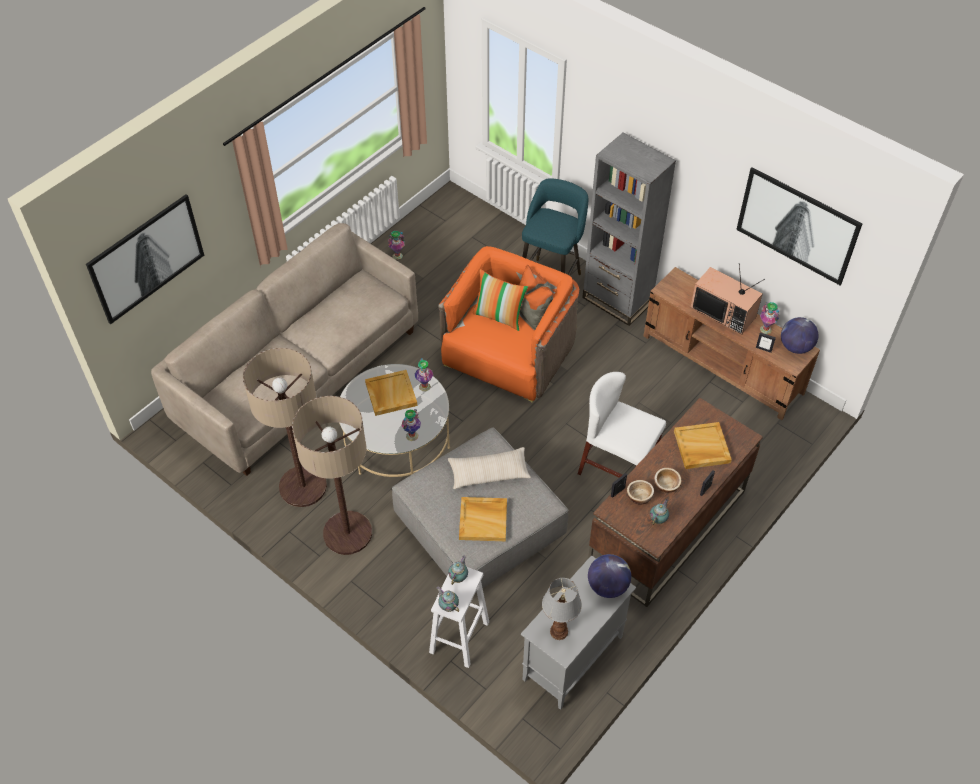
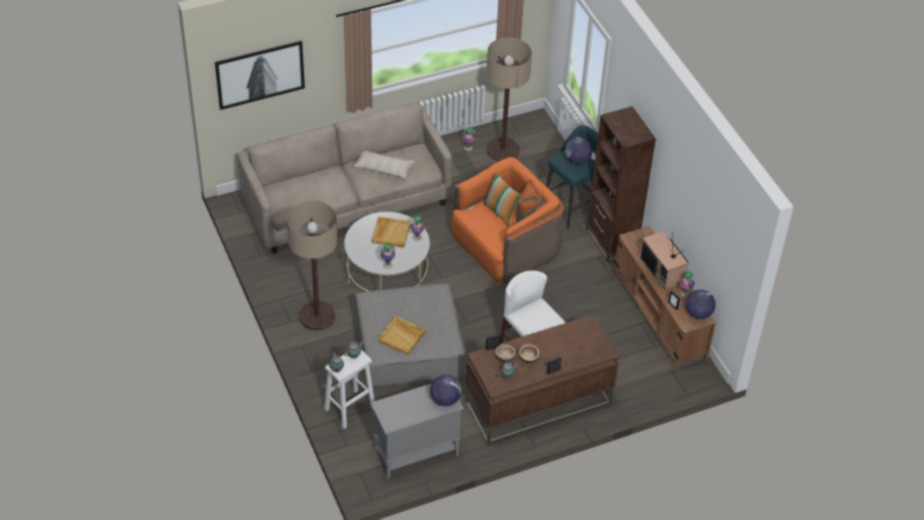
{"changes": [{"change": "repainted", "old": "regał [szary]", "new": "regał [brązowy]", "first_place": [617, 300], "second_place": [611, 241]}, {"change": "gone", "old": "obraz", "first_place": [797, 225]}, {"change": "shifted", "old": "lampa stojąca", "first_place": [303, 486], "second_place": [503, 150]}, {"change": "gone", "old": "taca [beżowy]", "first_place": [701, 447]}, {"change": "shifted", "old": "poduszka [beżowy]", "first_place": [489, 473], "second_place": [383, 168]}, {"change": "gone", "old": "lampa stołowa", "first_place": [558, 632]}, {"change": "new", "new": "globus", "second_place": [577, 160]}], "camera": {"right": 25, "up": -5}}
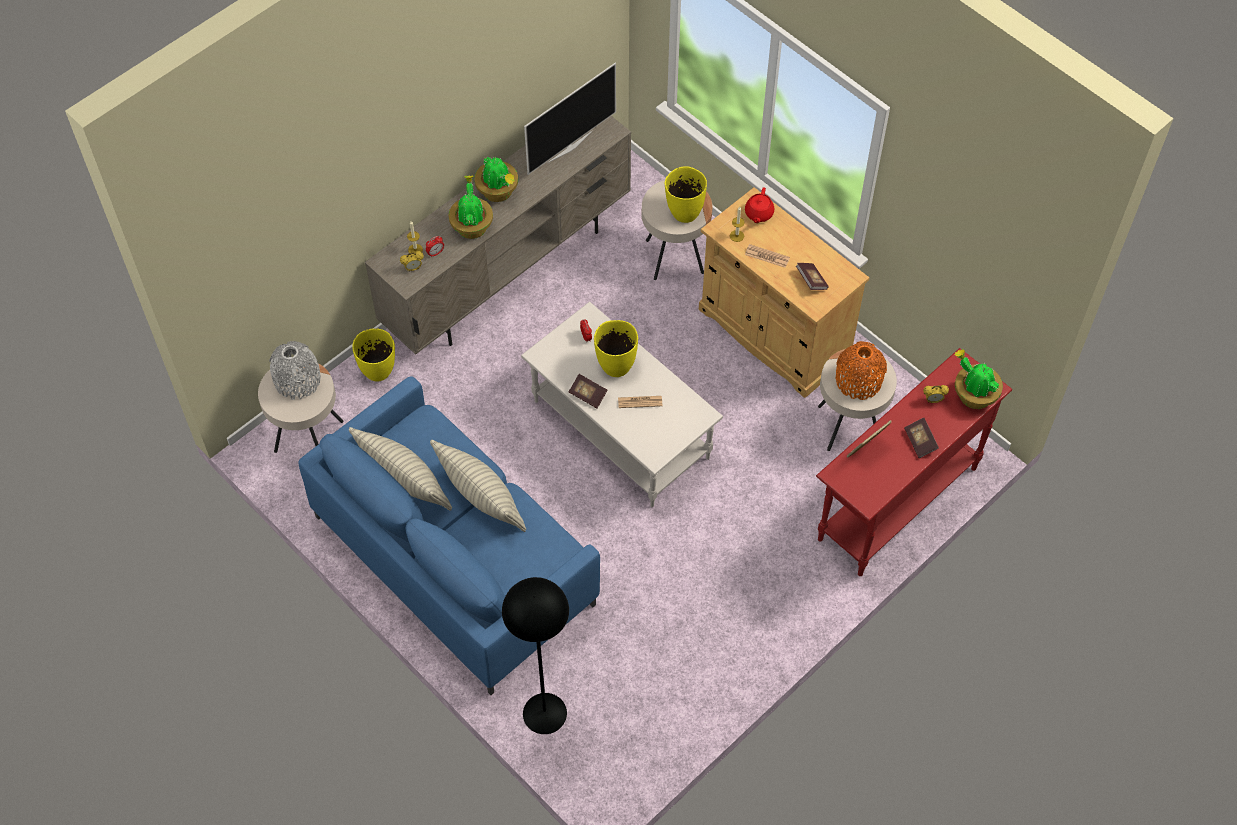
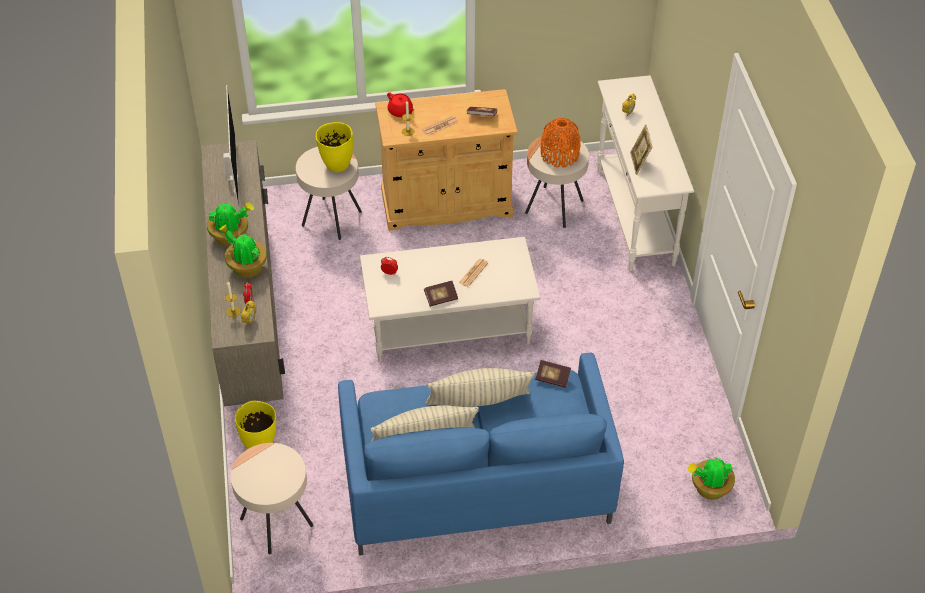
{"changes": [{"change": "gone", "old": "wazon [żółty]", "first_place": [615, 366]}, {"change": "gone", "old": "wazon [szary]", "first_place": [297, 380]}, {"change": "repainted", "old": "stolik konsolowy [czerwony]", "new": "stolik konsolowy [biały]", "first_place": [896, 503], "second_place": [634, 217]}, {"change": "shifted", "old": "roślina doniczkowa", "first_place": [973, 395], "second_place": [709, 489]}, {"change": "shifted", "old": "książka", "first_place": [920, 442], "second_place": [552, 378]}, {"change": "gone", "old": "lampa stojąca [czarny]", "first_place": [544, 713]}], "camera": {"right": -55, "up": -10}}
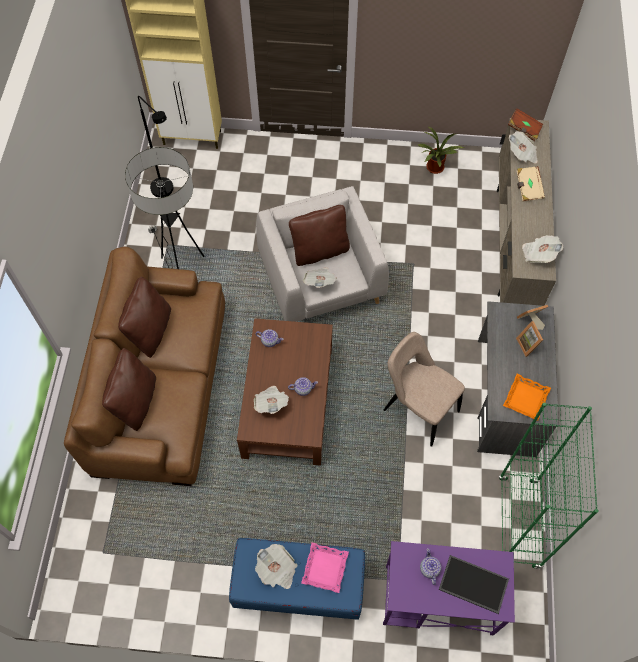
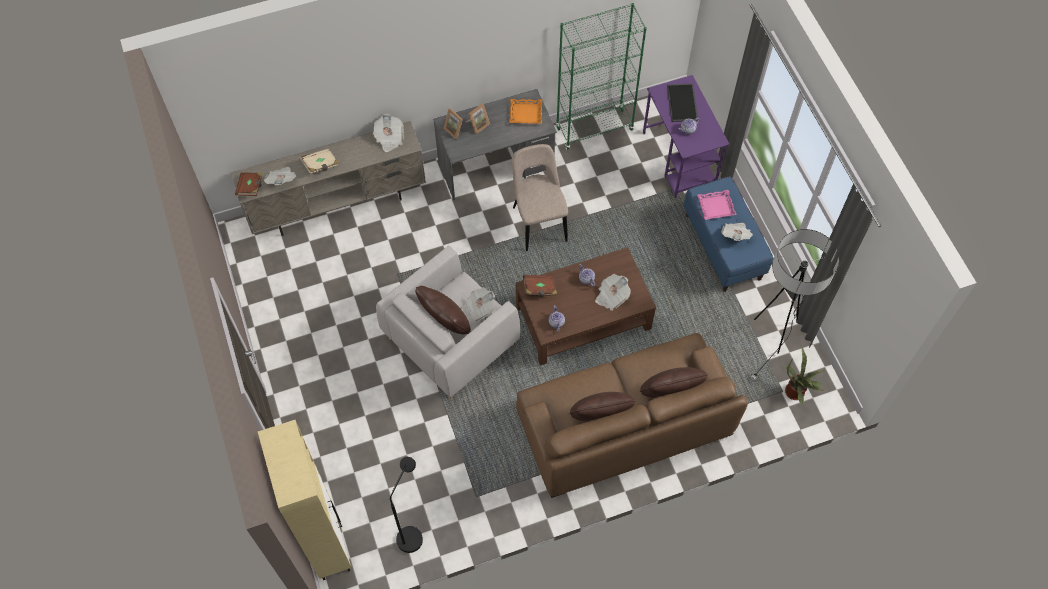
{"changes": [{"change": "shifted", "old": "roślina doniczkowa", "first_place": [434, 169], "second_place": [797, 392]}, {"change": "shifted", "old": "lampa stojąca", "first_place": [181, 267], "second_place": [774, 335]}, {"change": "rotated", "old": "krzesło [beżowy]", "first_place": [418, 409], "second_place": [538, 221], "degrees": 150}, {"change": "new", "new": "książka [brązowy]", "second_place": [539, 289]}], "camera": {"right": -115, "up": 0}}
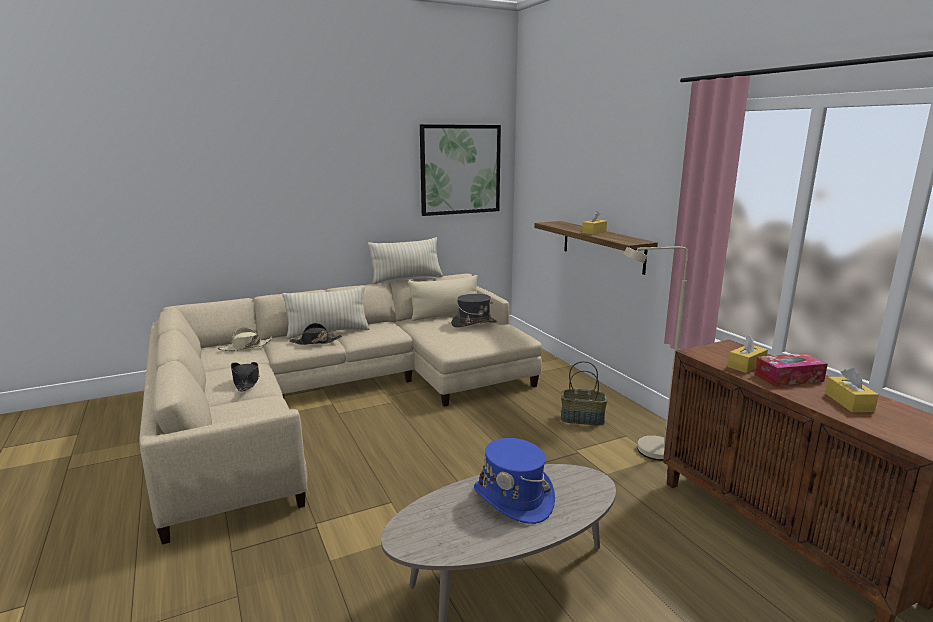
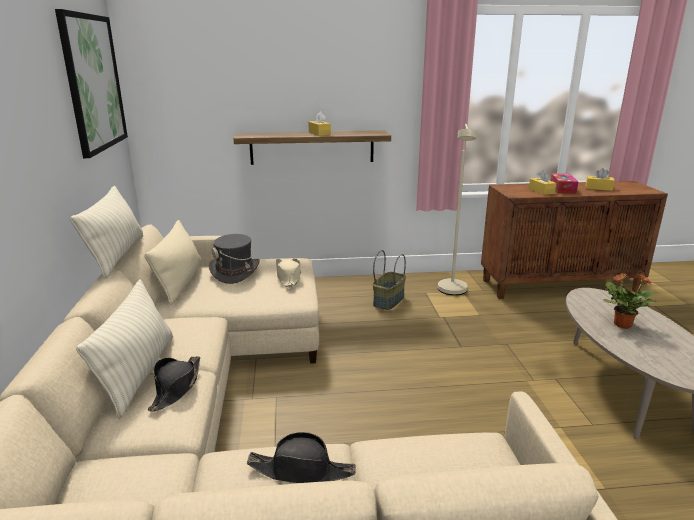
{"changes": [{"change": "shifted", "old": "kapelusz [beżowy]", "first_place": [246, 347], "second_place": [288, 277]}, {"change": "swapped", "old": "kapelusz [niebieski]", "new": "roślina doniczkowa", "first_place": [514, 498], "second_place": [621, 324]}], "camera": {"right": -70, "up": 5}}
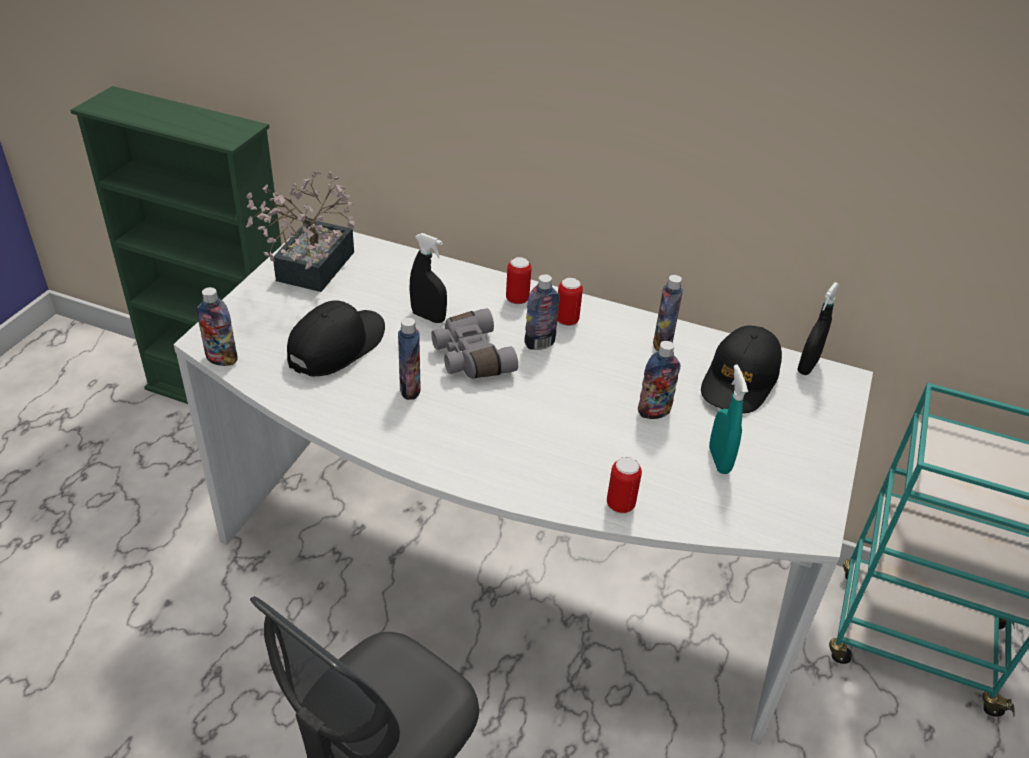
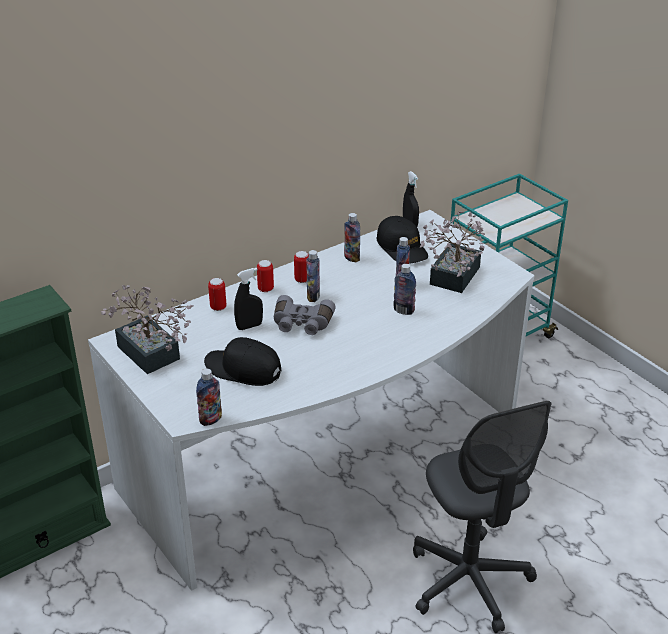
{"changes": [{"change": "rotated", "old": "czapka z daszkiem [czarny]", "first_place": [337, 346], "second_place": [243, 369], "degrees": -45}, {"change": "shifted", "old": "butelka", "first_place": [410, 389], "second_place": [403, 310]}, {"change": "swapped", "old": "spryskiwacz [turkusowy]", "new": "roślina doniczkowa", "first_place": [719, 460], "second_place": [451, 279]}, {"change": "shifted", "old": "puszka", "first_place": [620, 504], "second_place": [218, 307]}], "camera": {"right": -55, "up": -5}}
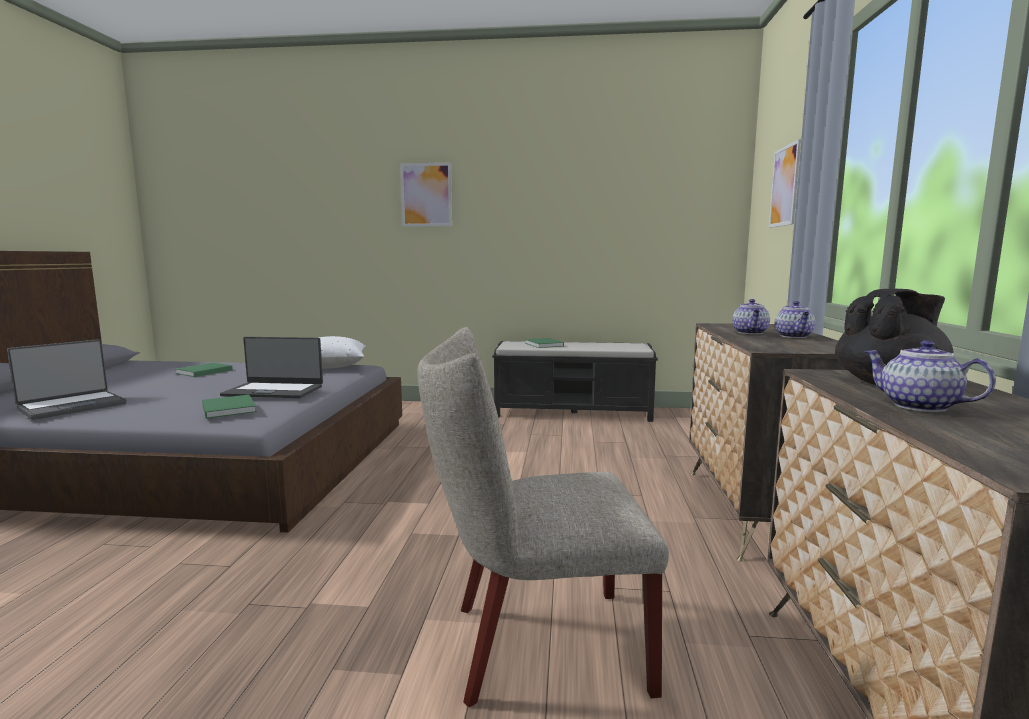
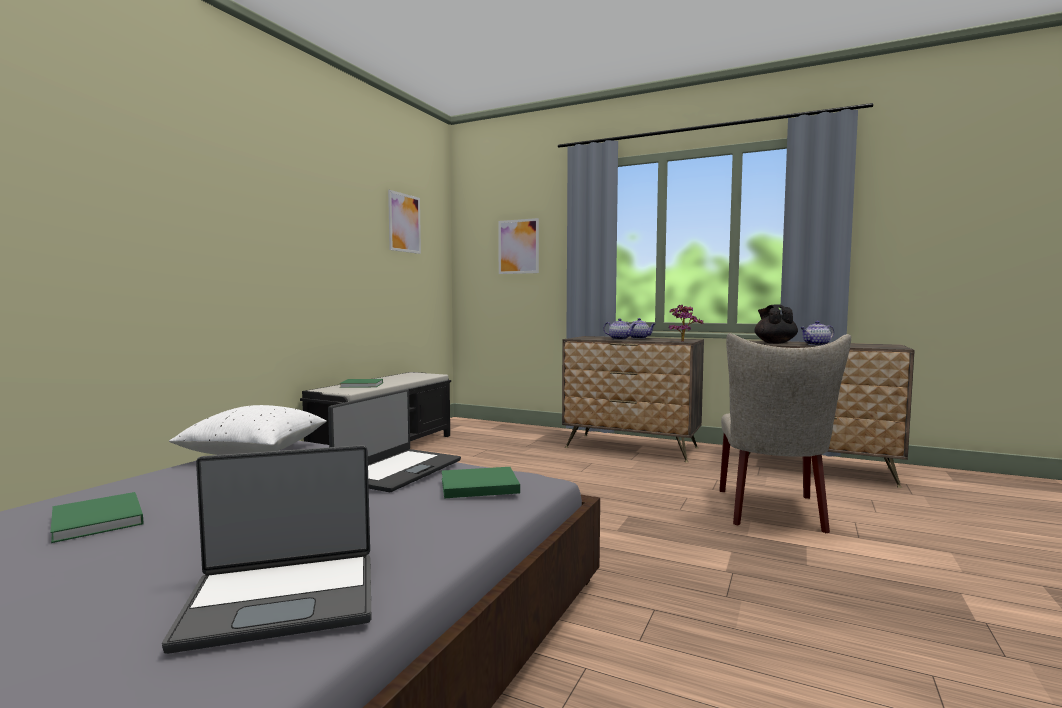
{"changes": [{"change": "shifted", "old": "obraz", "first_place": [426, 195], "second_place": [404, 223]}, {"change": "rotated", "old": "laptop", "first_place": [72, 406], "second_place": [283, 599], "degrees": 105}, {"change": "new", "new": "roślina doniczkowa", "second_place": [682, 341]}], "camera": {"right": -70, "up": -5}}
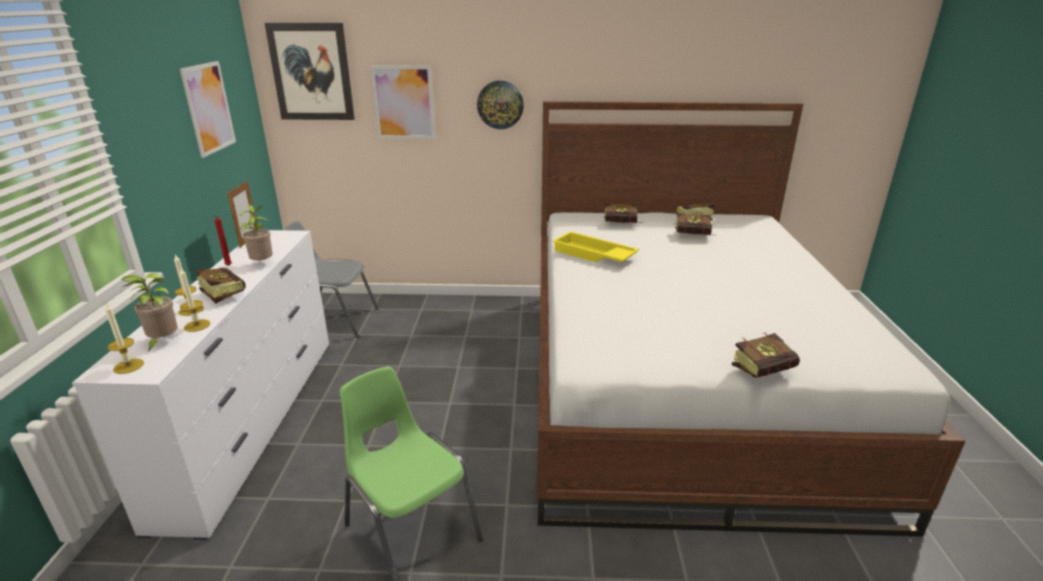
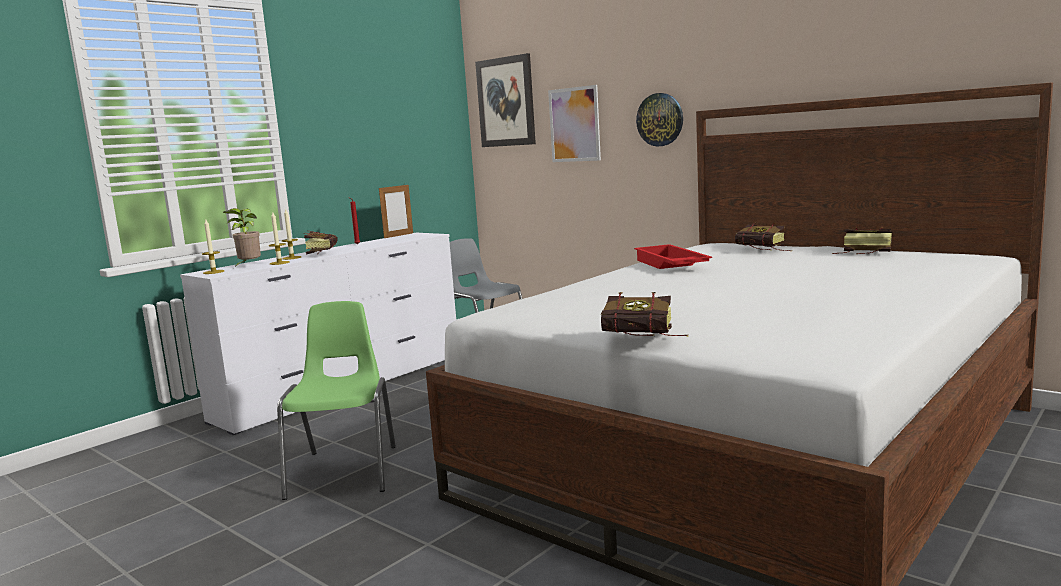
{"changes": [{"change": "gone", "old": "obraz", "first_place": [209, 108]}, {"change": "gone", "old": "roślina doniczkowa", "first_place": [263, 264]}, {"change": "gone", "old": "książka", "first_place": [696, 236]}, {"change": "repainted", "old": "taca [żółty]", "new": "taca [czerwony]", "first_place": [593, 255], "second_place": [669, 265]}], "camera": {"right": 40, "up": -15}}
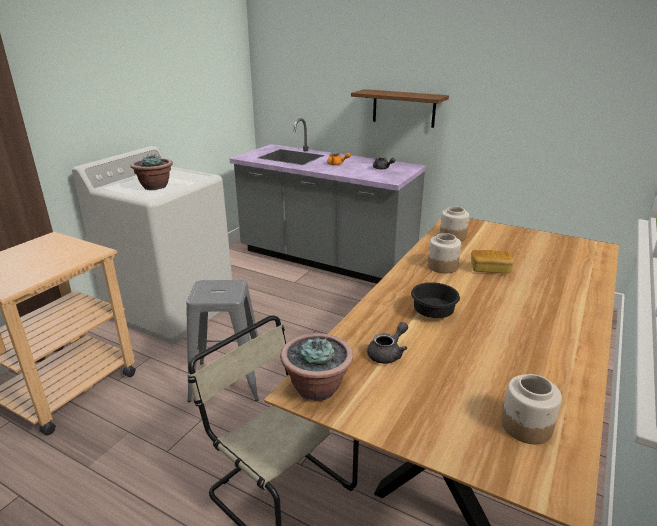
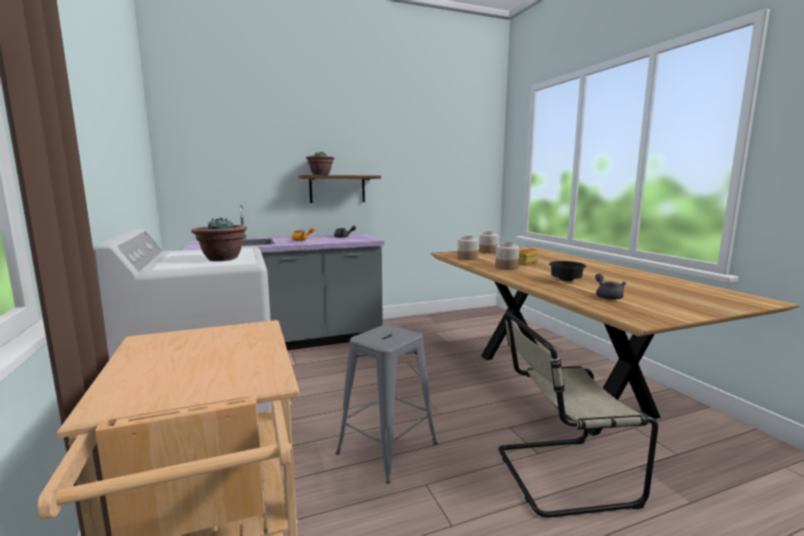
{"changes": [{"change": "shifted", "old": "roślina doniczkowa", "first_place": [317, 388], "second_place": [320, 175]}, {"change": "shifted", "old": "słoik", "first_place": [526, 426], "second_place": [488, 251]}], "camera": {"right": -50, "up": -15}}
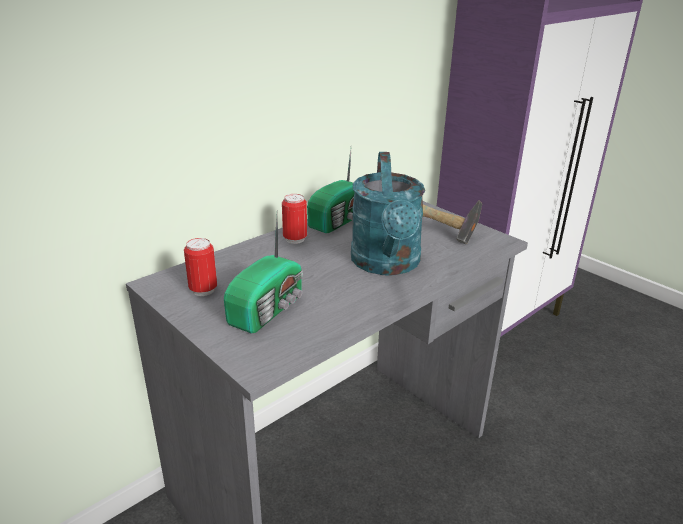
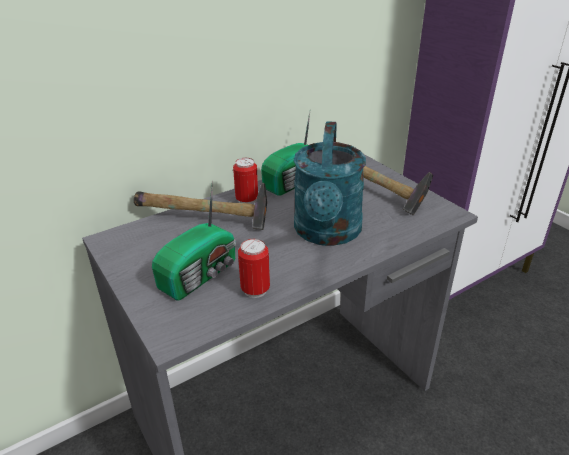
{"changes": [{"change": "shifted", "old": "puszka", "first_place": [203, 290], "second_place": [255, 290]}, {"change": "new", "new": "młotek", "second_place": [205, 219]}], "camera": {"right": 10, "up": 5}}
